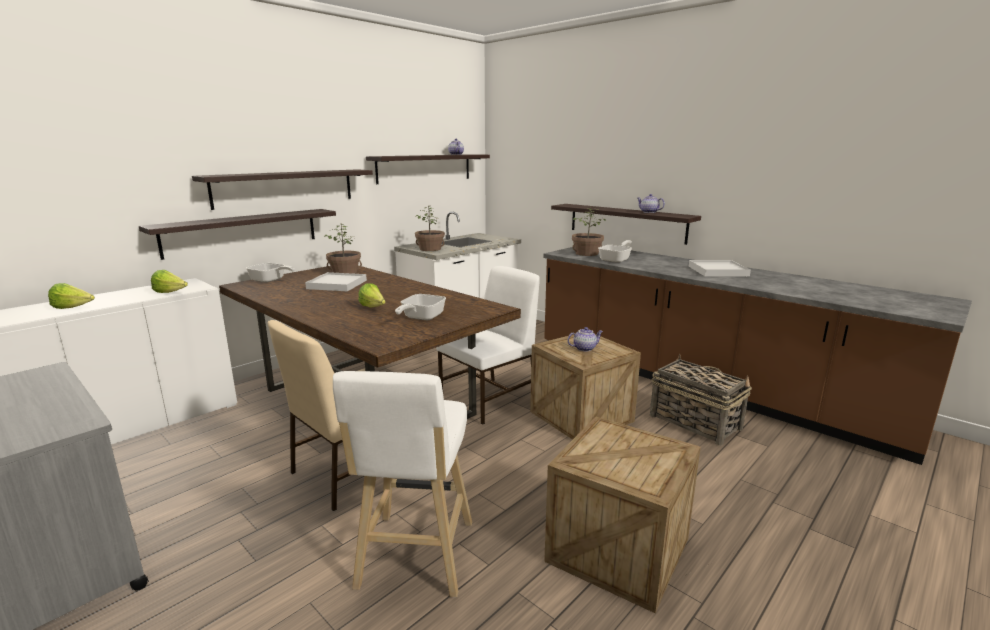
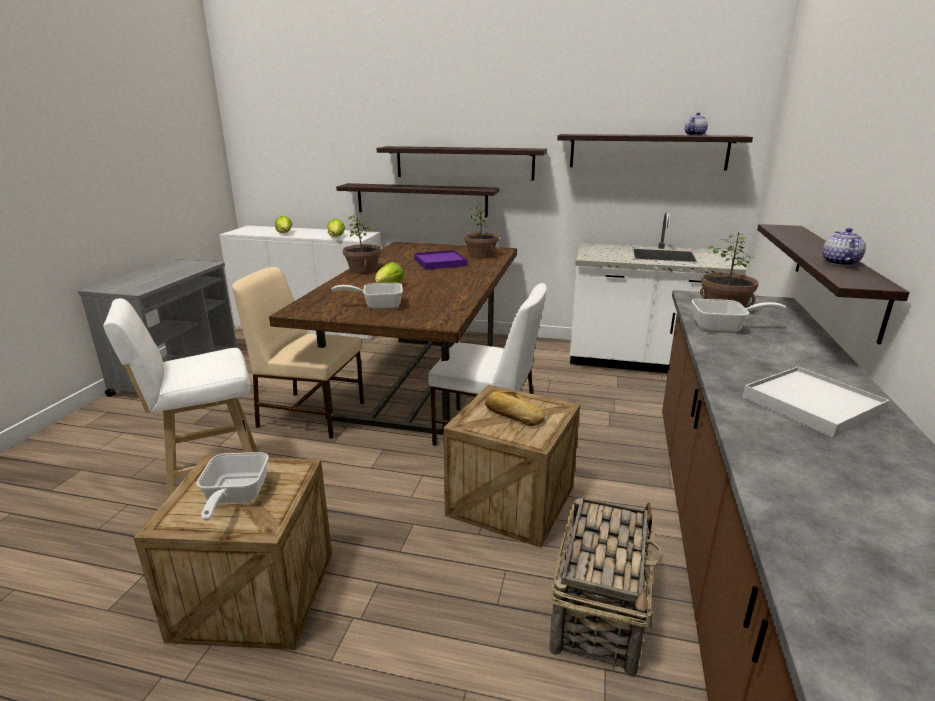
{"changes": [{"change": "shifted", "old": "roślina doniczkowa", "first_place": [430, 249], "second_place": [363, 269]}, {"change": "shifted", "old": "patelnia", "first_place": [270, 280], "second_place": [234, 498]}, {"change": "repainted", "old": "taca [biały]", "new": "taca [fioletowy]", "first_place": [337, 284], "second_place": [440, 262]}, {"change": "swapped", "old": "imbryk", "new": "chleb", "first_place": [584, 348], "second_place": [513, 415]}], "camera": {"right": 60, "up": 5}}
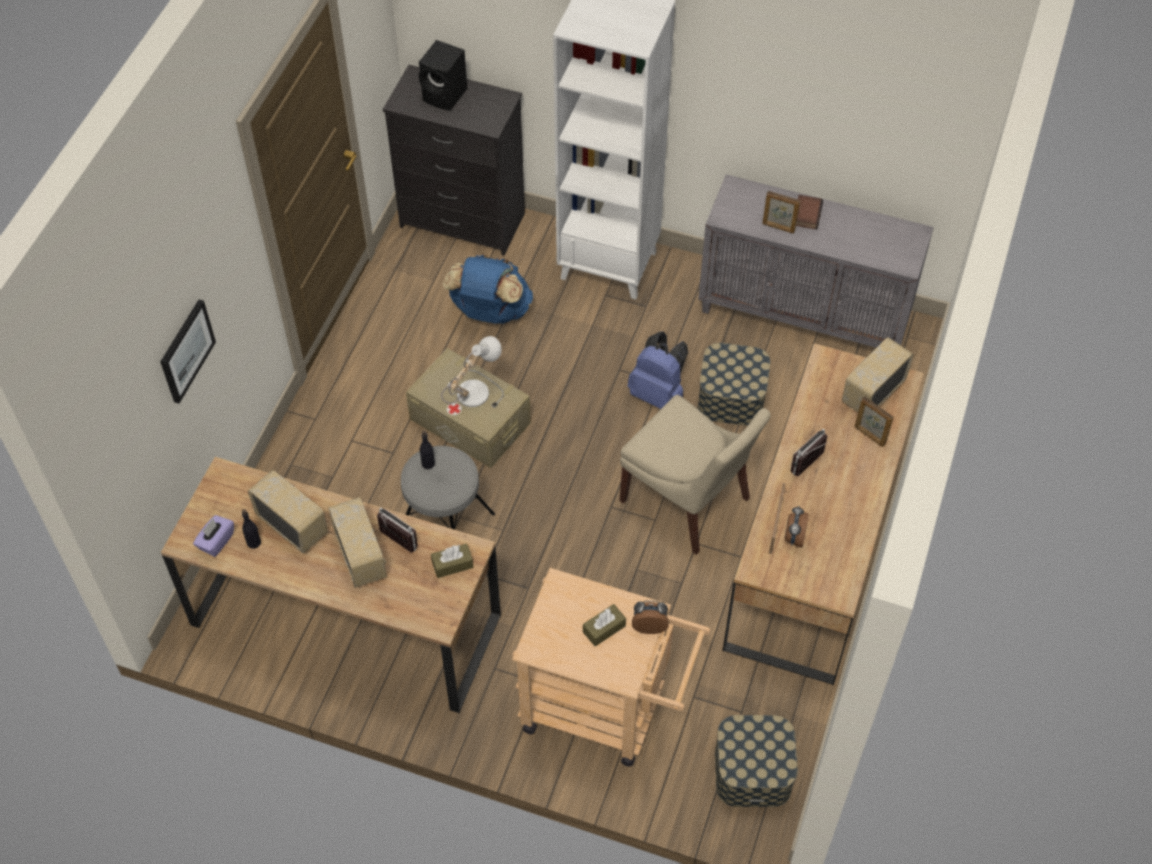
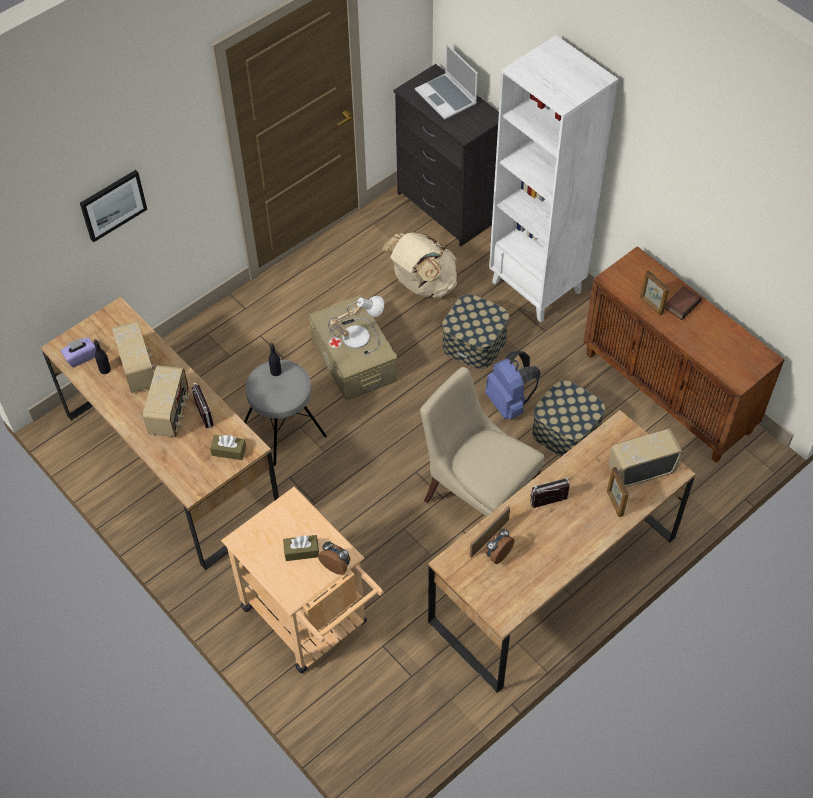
{"changes": [{"change": "swapped", "old": "głośnik [czarny]", "new": "laptop", "first_place": [446, 96], "second_place": [447, 98]}, {"change": "repainted", "old": "szafka [szary]", "new": "szafka [brązowy]", "first_place": [804, 315], "second_place": [669, 392]}, {"change": "repainted", "old": "plecak [niebieski]", "new": "plecak [beżowy]", "first_place": [490, 312], "second_place": [422, 284]}, {"change": "rotated", "old": "krzesło [beżowy]", "first_place": [688, 502], "second_place": [477, 496], "degrees": 150}, {"change": "shifted", "old": "pojemnik do przechowywania", "first_place": [752, 771], "second_place": [474, 342]}], "camera": {"right": 30, "up": 0}}
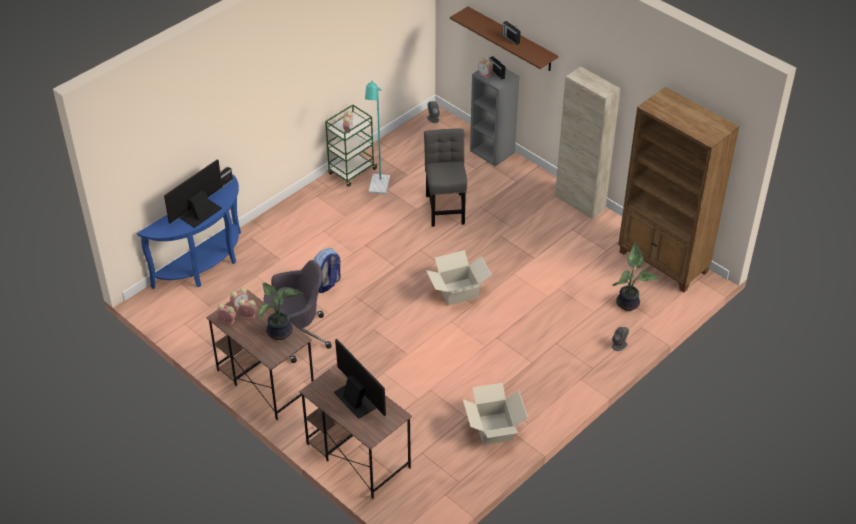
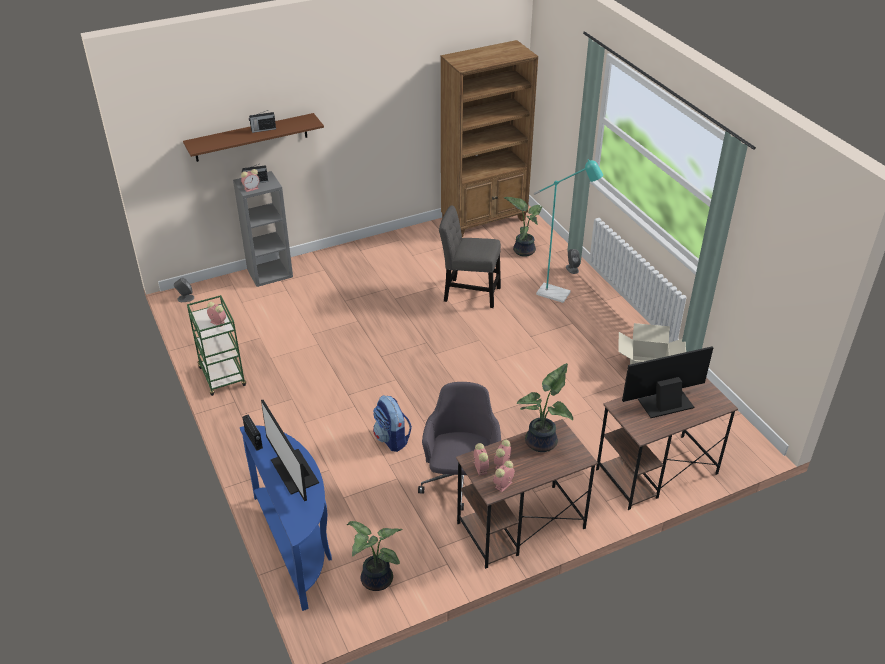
{"changes": [{"change": "gone", "old": "szafka [beżowy]", "first_place": [580, 202]}, {"change": "shifted", "old": "lampa stojąca [turkusowy]", "first_place": [378, 188], "second_place": [559, 295]}, {"change": "shifted", "old": "krzesło [szary]", "first_place": [445, 207], "second_place": [469, 293]}, {"change": "gone", "old": "karton", "first_place": [458, 292]}, {"change": "new", "new": "roślina doniczkowa", "second_place": [374, 580]}], "camera": {"right": -70, "up": -5}}
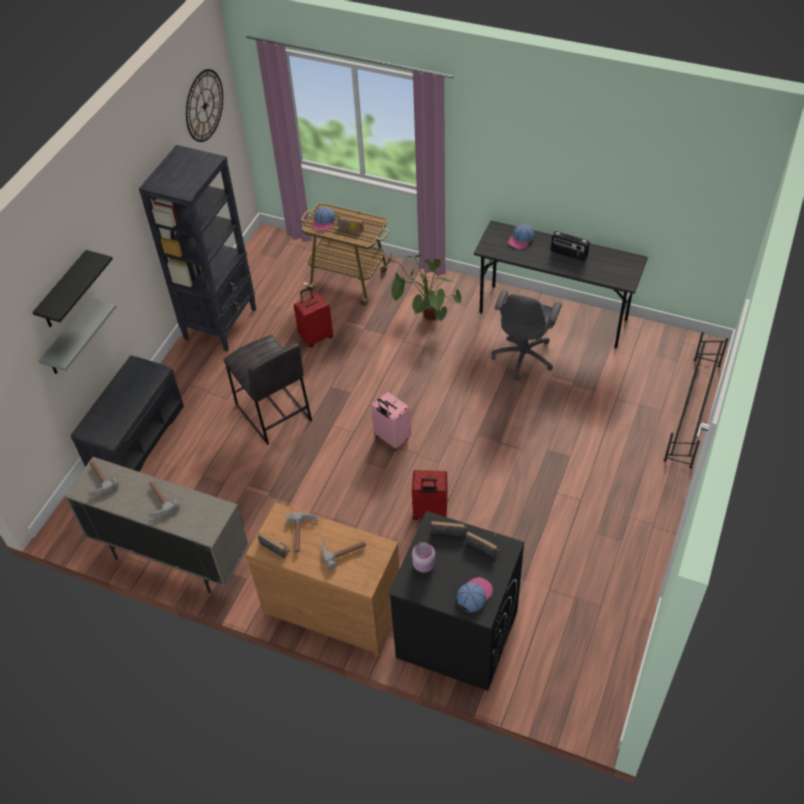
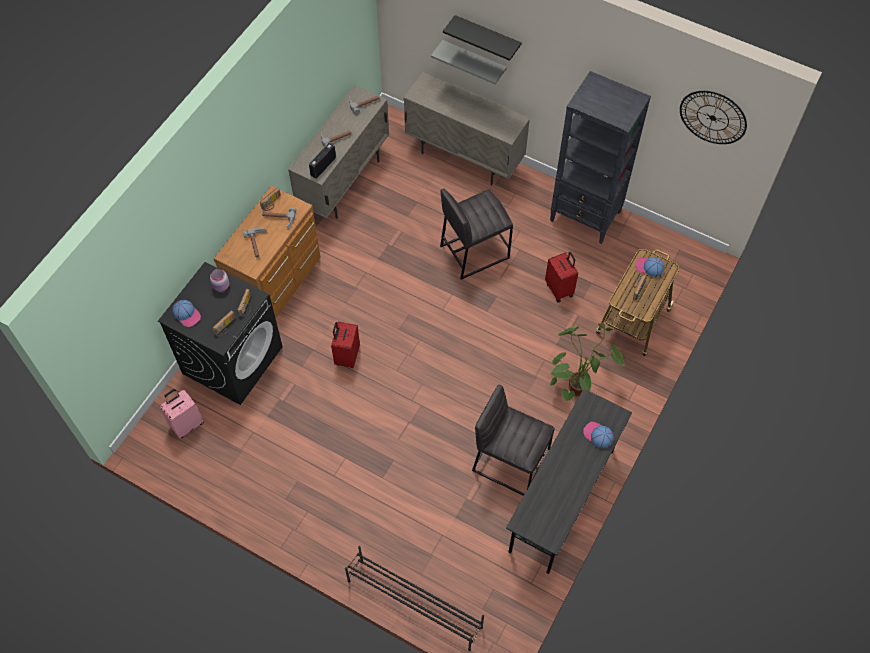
{"changes": [{"change": "shifted", "old": "radio", "first_place": [568, 254], "second_place": [323, 166]}, {"change": "swapped", "old": "krzesło biurowe [szary]", "new": "stołek [szary]", "first_place": [524, 356], "second_place": [510, 462]}, {"change": "swapped", "old": "ławka [szary]", "new": "szafka [beżowy]", "first_place": [136, 437], "second_place": [464, 158]}, {"change": "shifted", "old": "walizka [różowy]", "first_place": [391, 438], "second_place": [187, 424]}], "camera": {"right": 95, "up": 10}}
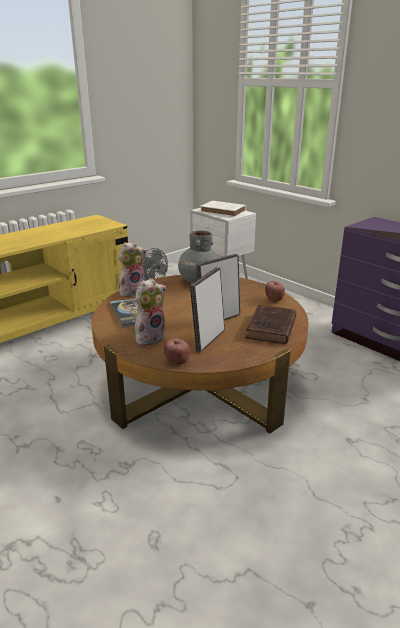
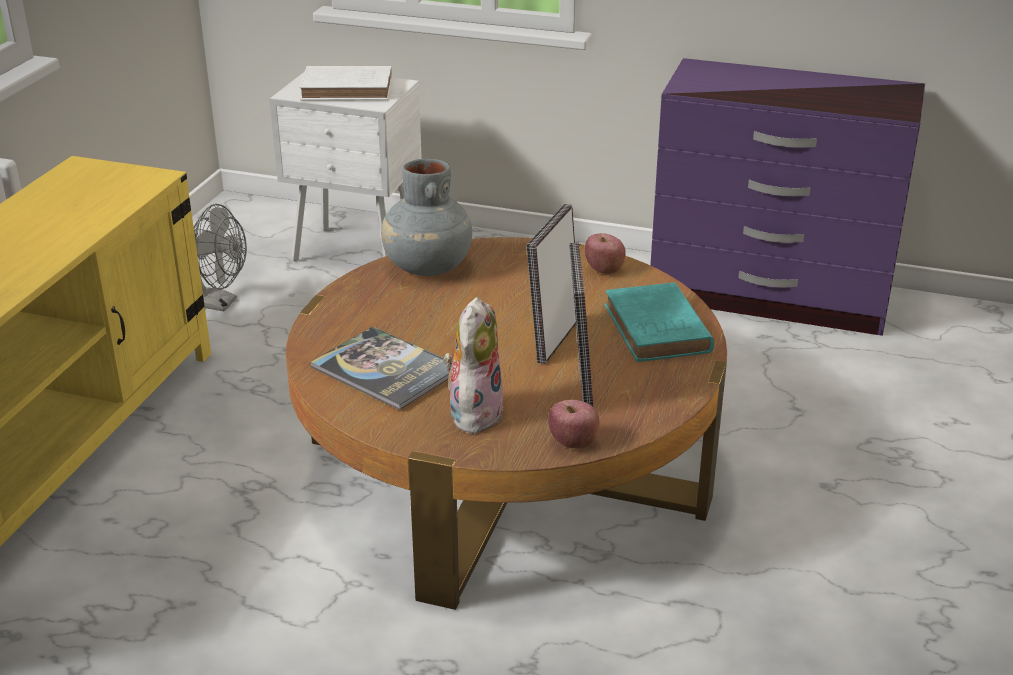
{"changes": [{"change": "gone", "old": "pluszak", "first_place": [132, 291]}, {"change": "repainted", "old": "książka [brązowy]", "new": "książka [turkusowy]", "first_place": [271, 328], "second_place": [658, 330]}], "camera": {"right": -30, "up": 5}}
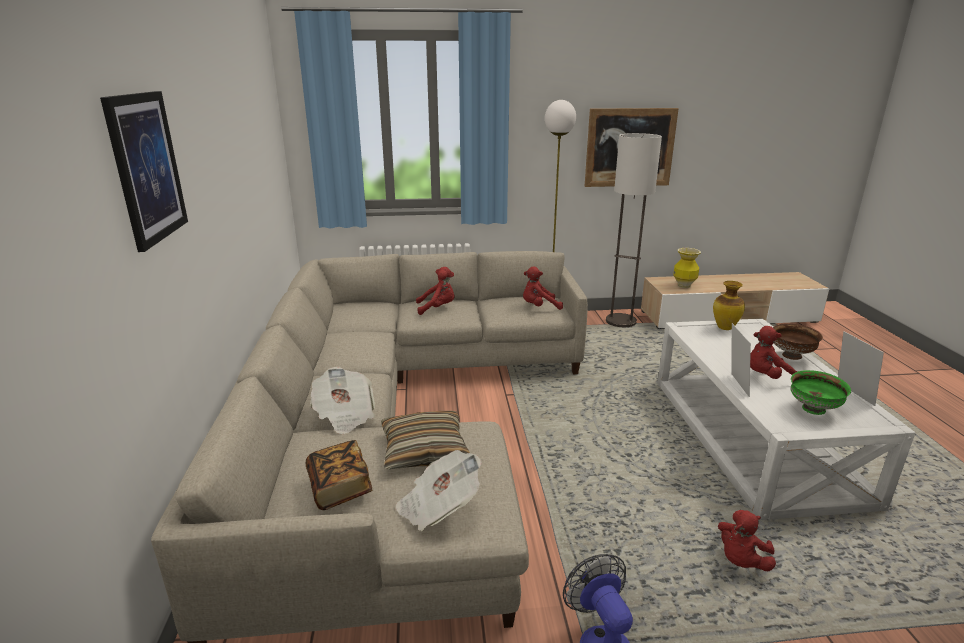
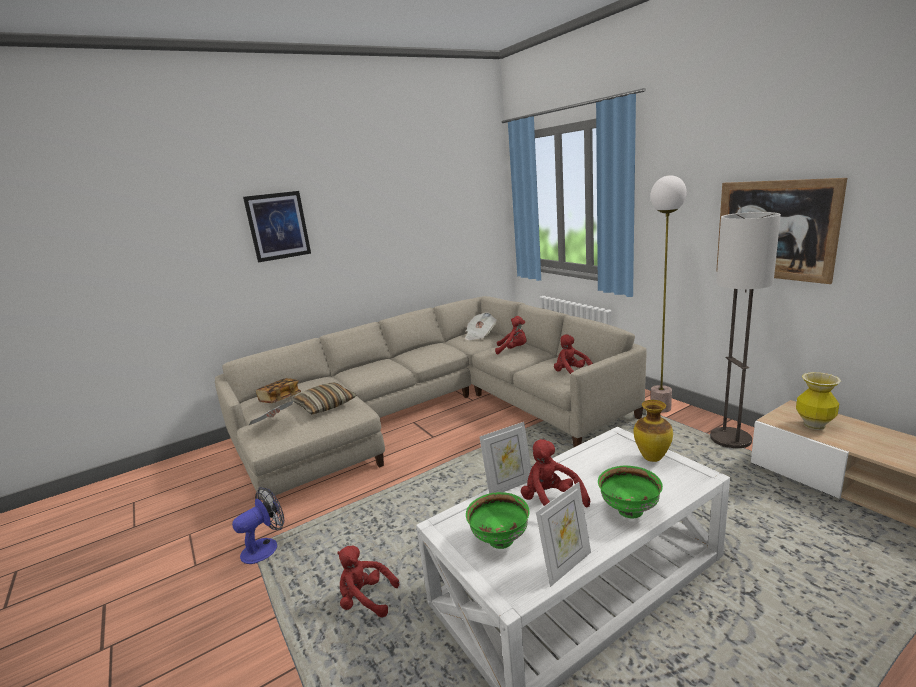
{"changes": [{"change": "rotated", "old": "pluszak [czerwony]", "first_place": [437, 308], "second_place": [513, 350], "degrees": -45}, {"change": "repainted", "old": "miska [brązowy]", "new": "miska [zielony]", "first_place": [792, 356], "second_place": [629, 511]}, {"change": "shifted", "old": "gazeta", "first_place": [344, 415], "second_place": [480, 335]}], "camera": {"right": 65, "up": -5}}
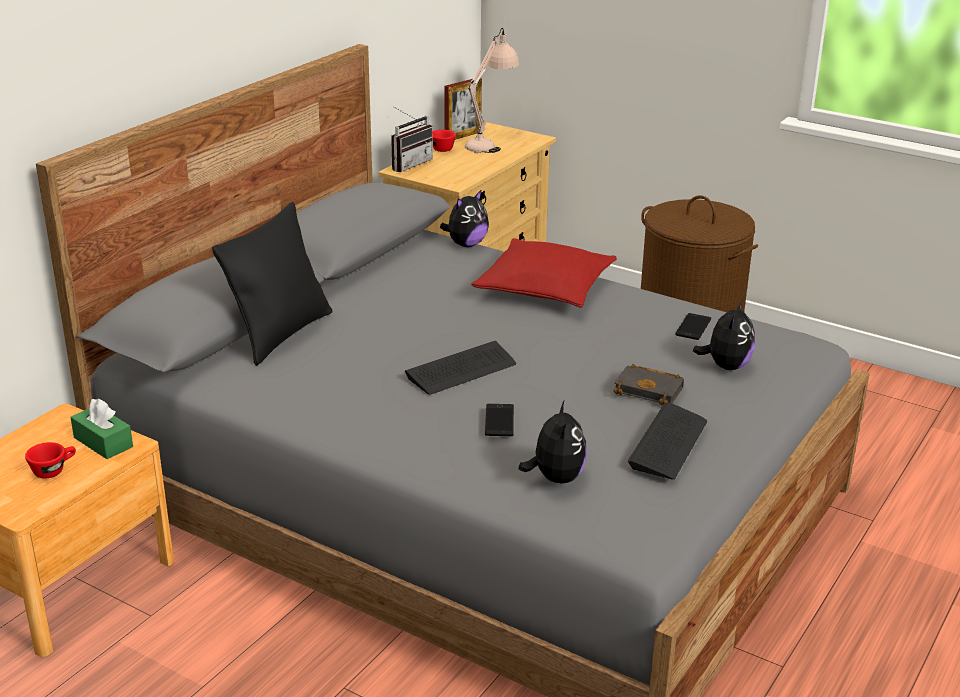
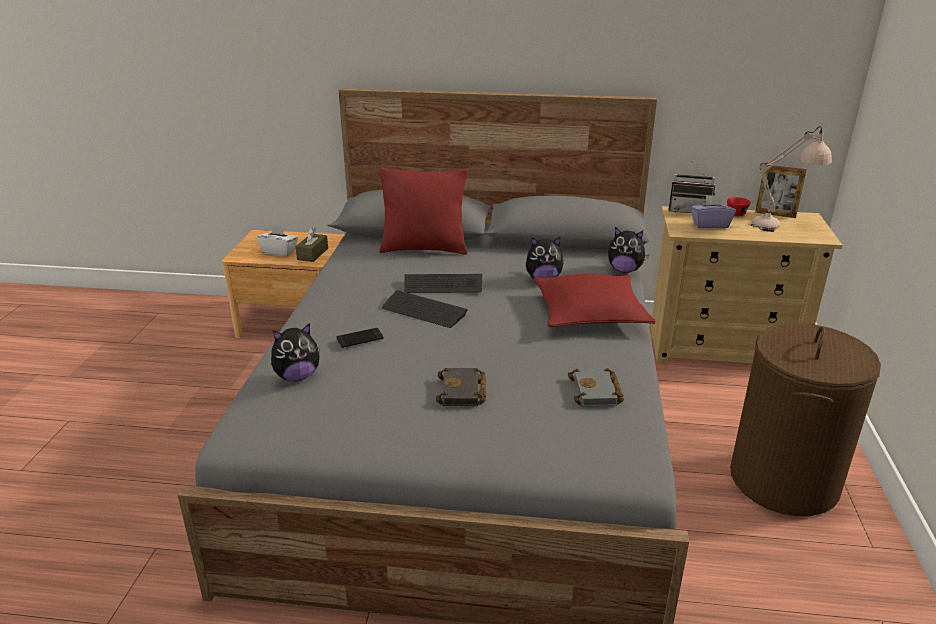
{"changes": [{"change": "repainted", "old": "poduszka [czarny]", "new": "poduszka [czerwony]", "first_place": [281, 334], "second_place": [424, 248]}, {"change": "shifted", "old": "pluszak", "first_place": [726, 366], "second_place": [543, 279]}, {"change": "swapped", "old": "telefon", "new": "książka [szary]", "first_place": [693, 327], "second_place": [597, 392]}, {"change": "repainted", "old": "pudełko chusteczek [zielony]", "new": "pudełko chusteczek [brązowy]", "first_place": [103, 442], "second_place": [312, 254]}, {"change": "shifted", "old": "klawiatura", "first_place": [668, 443], "second_place": [443, 285]}, {"change": "swapped", "old": "filiżanka [czerwony]", "new": "pudełko chusteczek [biały]", "first_place": [53, 470], "second_place": [279, 251]}, {"change": "new", "new": "pudełko chusteczek [fioletowy]", "second_place": [710, 224]}], "camera": {"right": 65, "up": 0}}
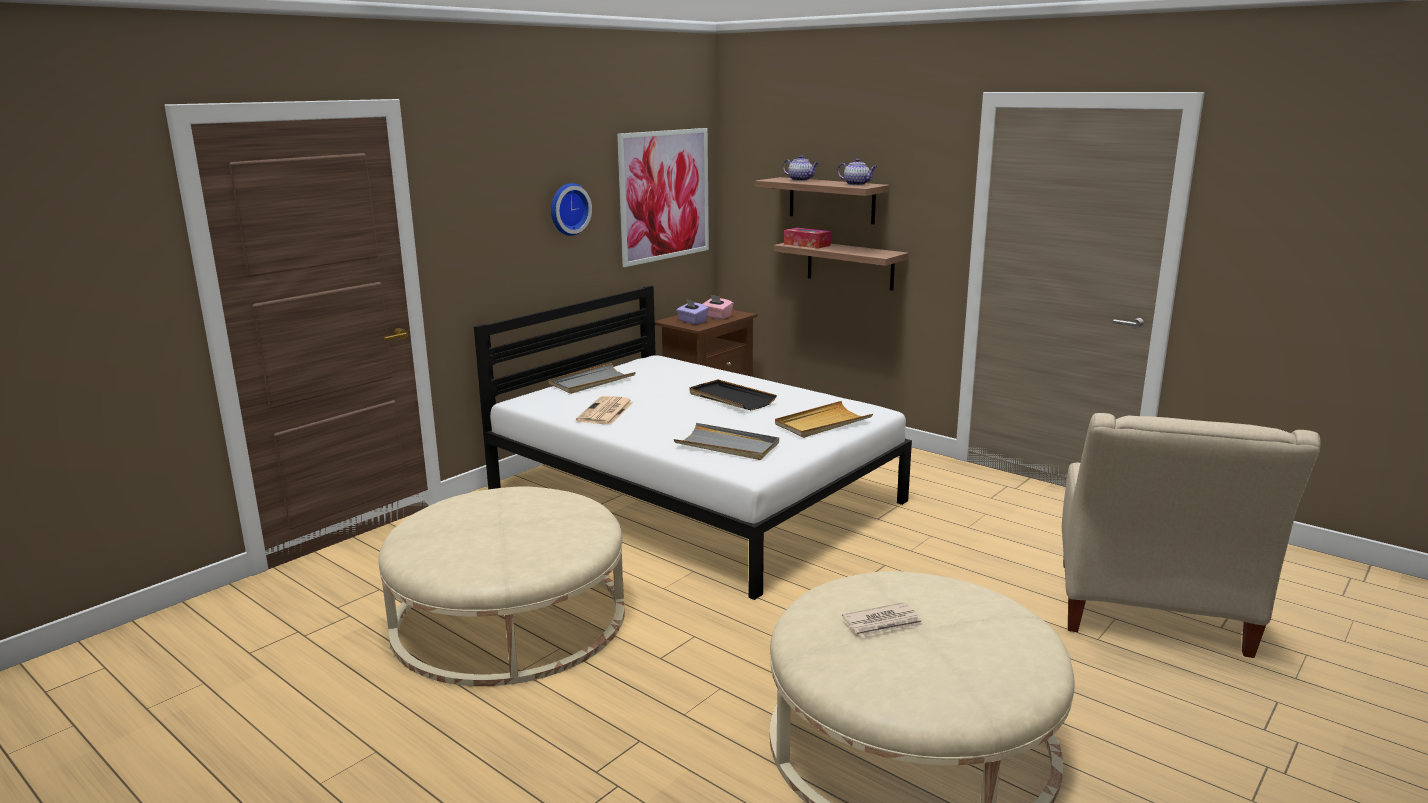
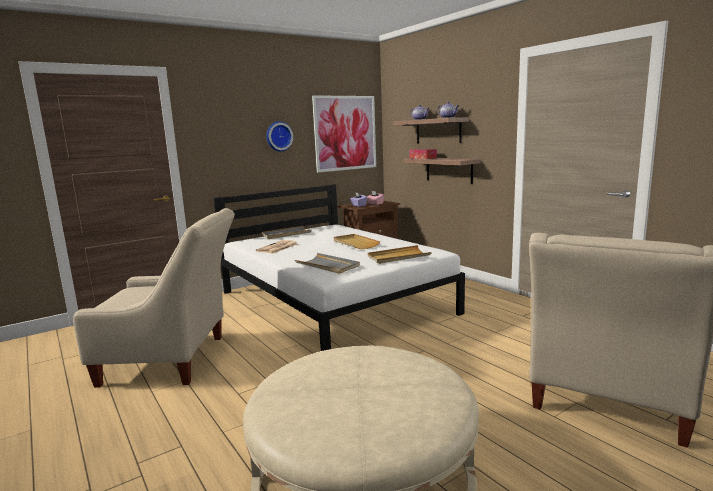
{"changes": [{"change": "repainted", "old": "taca [czarny]", "new": "taca [beżowy]", "first_place": [731, 398], "second_place": [355, 243]}, {"change": "swapped", "old": "pufa [beżowy]", "new": "fotel [beżowy]", "first_place": [509, 617], "second_place": [174, 360]}, {"change": "gone", "old": "gazeta", "first_place": [883, 623]}], "camera": {"right": 15, "up": -5}}
